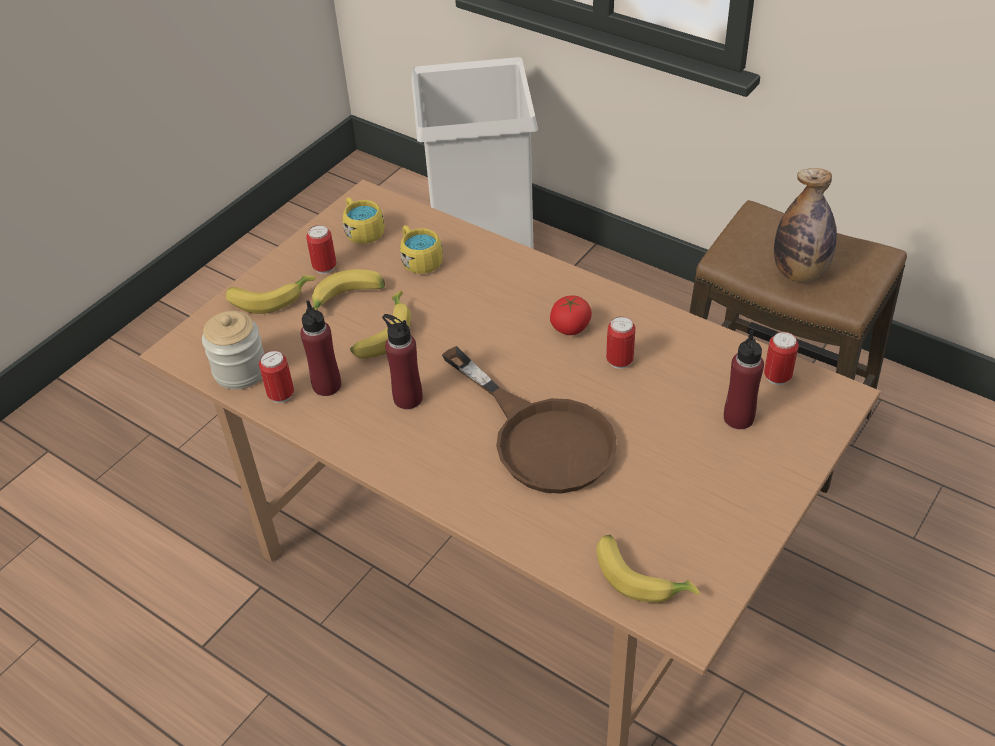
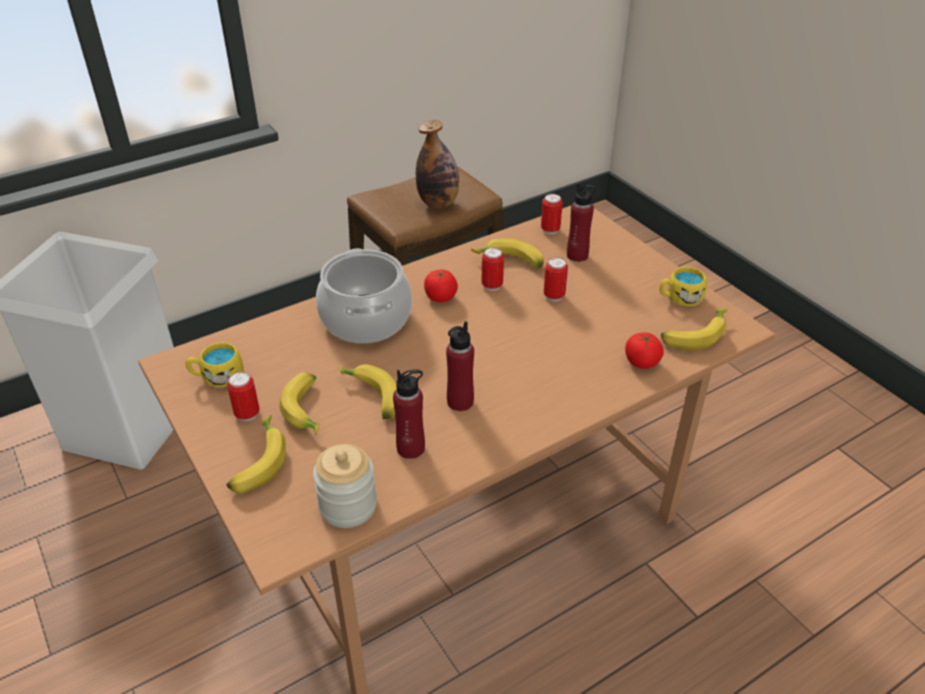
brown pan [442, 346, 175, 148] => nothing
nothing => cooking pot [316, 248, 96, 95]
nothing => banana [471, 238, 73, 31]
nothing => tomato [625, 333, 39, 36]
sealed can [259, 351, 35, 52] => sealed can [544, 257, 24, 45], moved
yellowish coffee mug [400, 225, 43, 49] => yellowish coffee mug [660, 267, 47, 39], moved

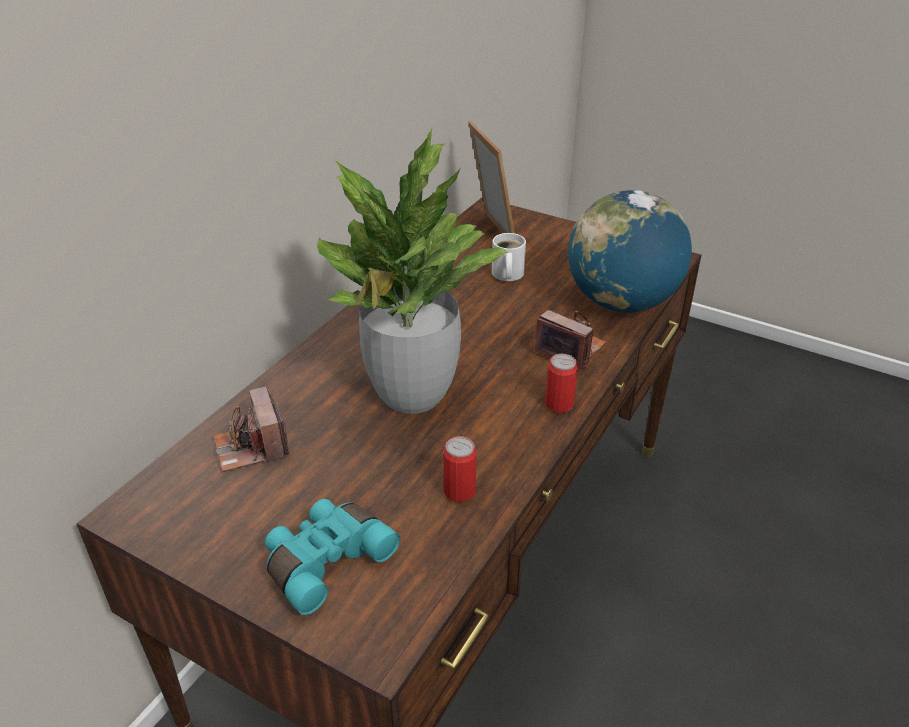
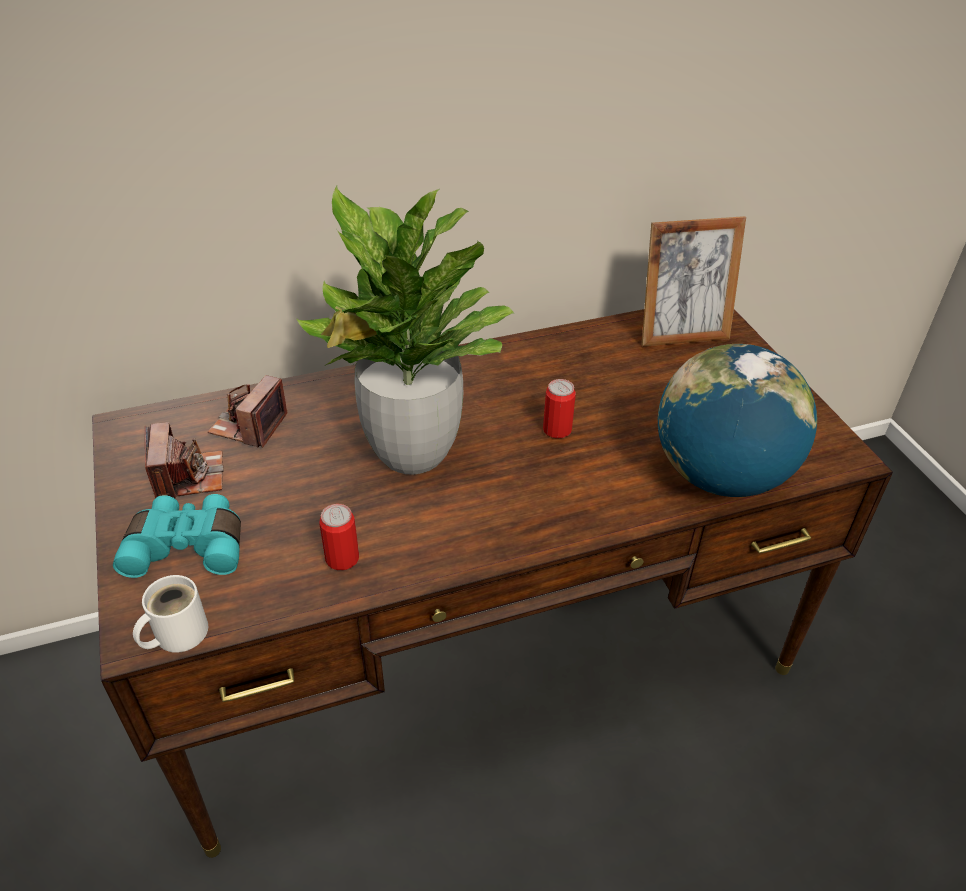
white coffee mug [492, 233, 34, 48] => white coffee mug [133, 575, 75, 78], moved
photo camera [534, 310, 72, 59] => photo camera [145, 422, 79, 76], moved
sealed can [545, 354, 33, 59] => sealed can [543, 379, 33, 60], moved
photo frame [468, 121, 47, 112] => photo frame [642, 216, 104, 131], 60 degrees clockwise

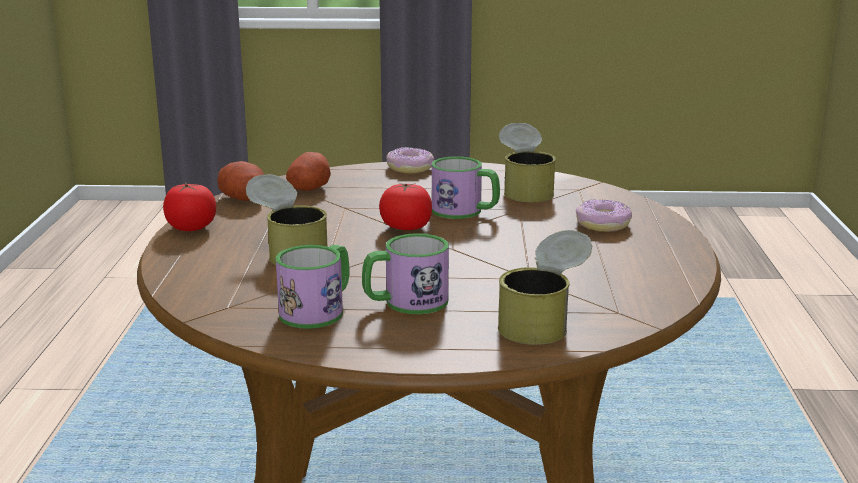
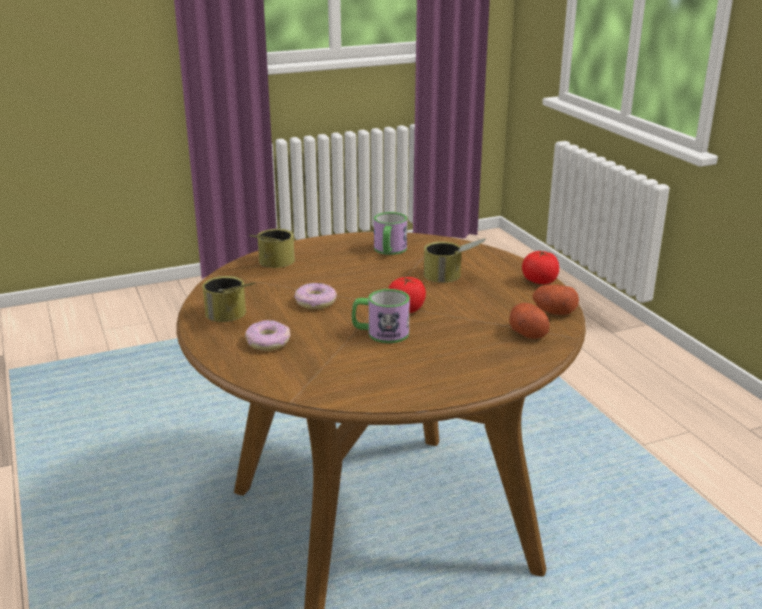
coffee mug [362, 233, 87, 81] => nothing
donut [386, 147, 48, 26] => donut [294, 283, 43, 26], moved
sealed can [499, 123, 57, 79] => sealed can [202, 276, 53, 46], moved

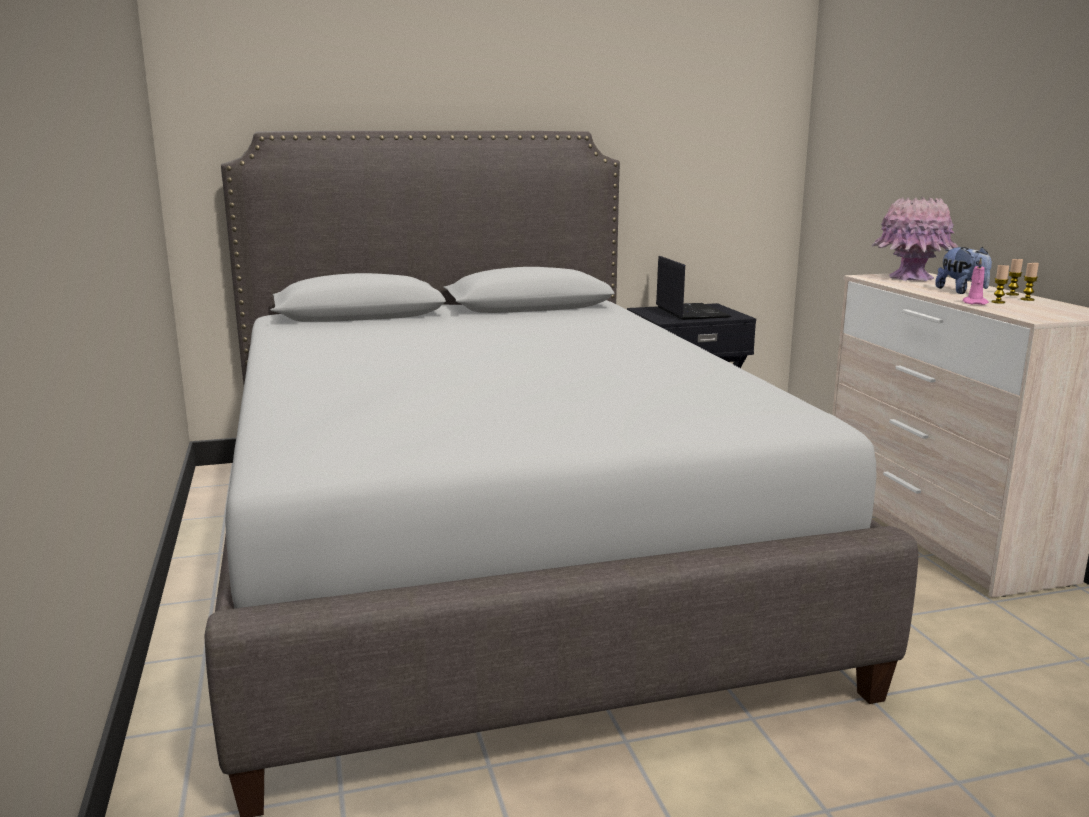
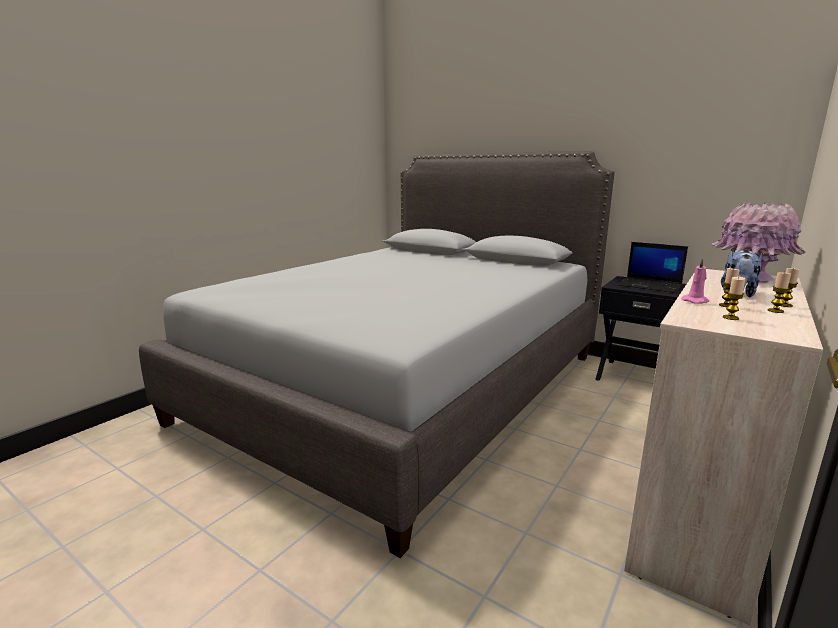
nothing => wax light [723, 277, 23, 43]
laptop [656, 256, 75, 64] => laptop [617, 242, 71, 51], 90 degrees clockwise

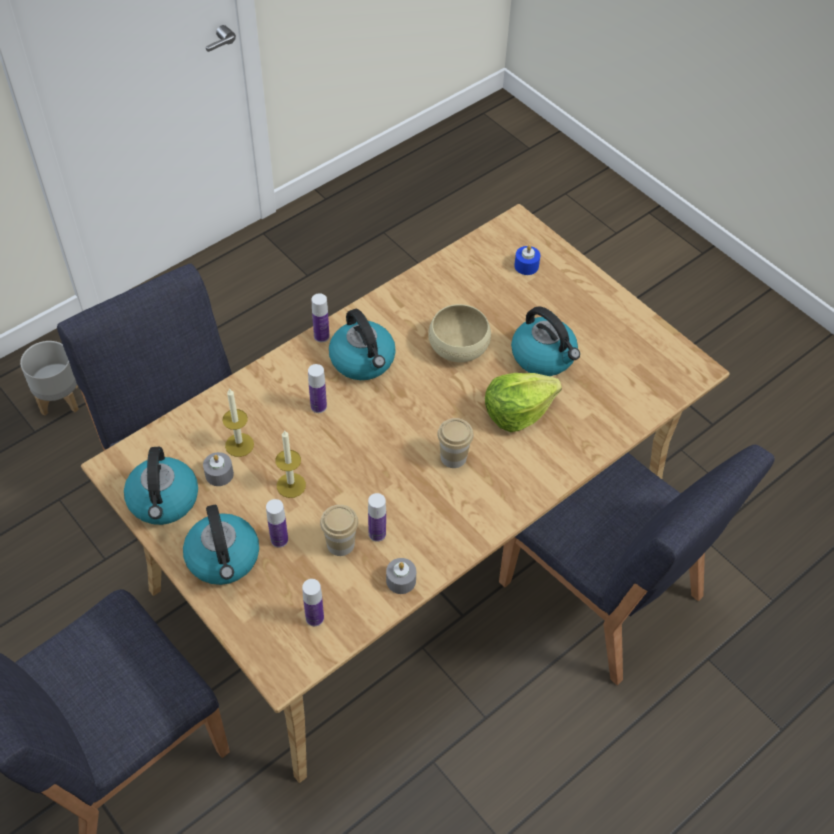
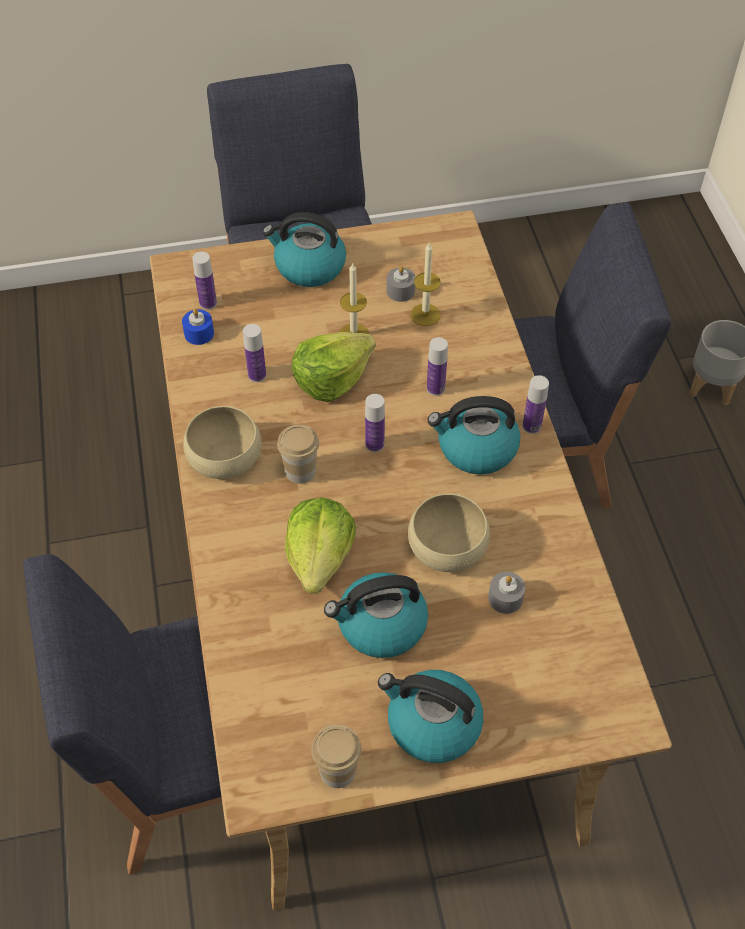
nothing => beige bowl [183, 406, 79, 73]
nothing => lettuce [292, 332, 84, 70]
water kettle [124, 447, 74, 78] => water kettle [378, 670, 105, 93], moved
beverage bottle [266, 499, 22, 49] => beverage bottle [365, 394, 20, 58], moved
small cup [320, 505, 38, 51] => small cup [311, 724, 50, 64], moved
gray wax light [386, 558, 30, 36] => gray wax light [488, 572, 37, 42], moved
bluish wax light [514, 245, 26, 30] => bluish wax light [182, 309, 32, 36], moved

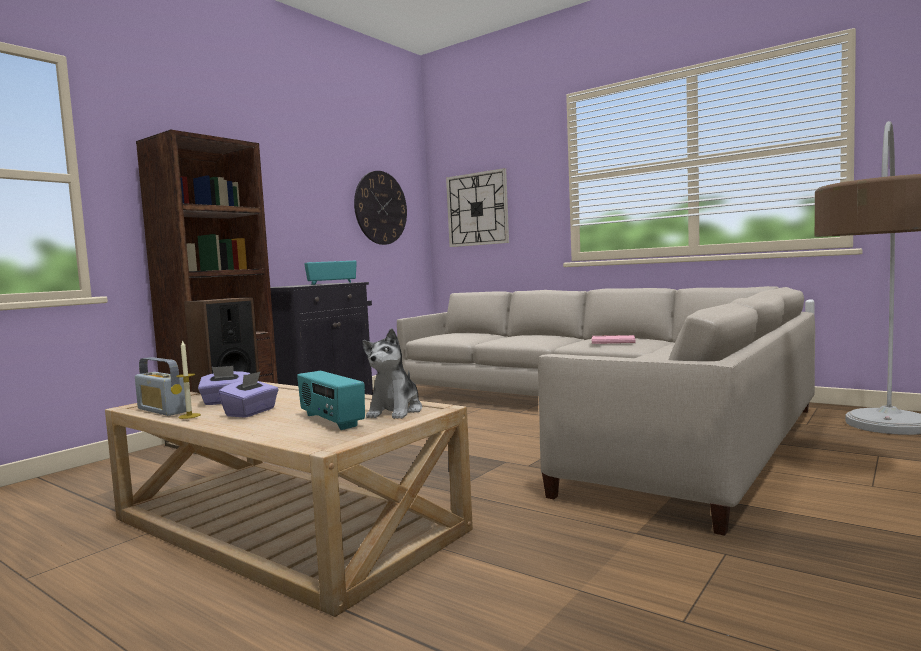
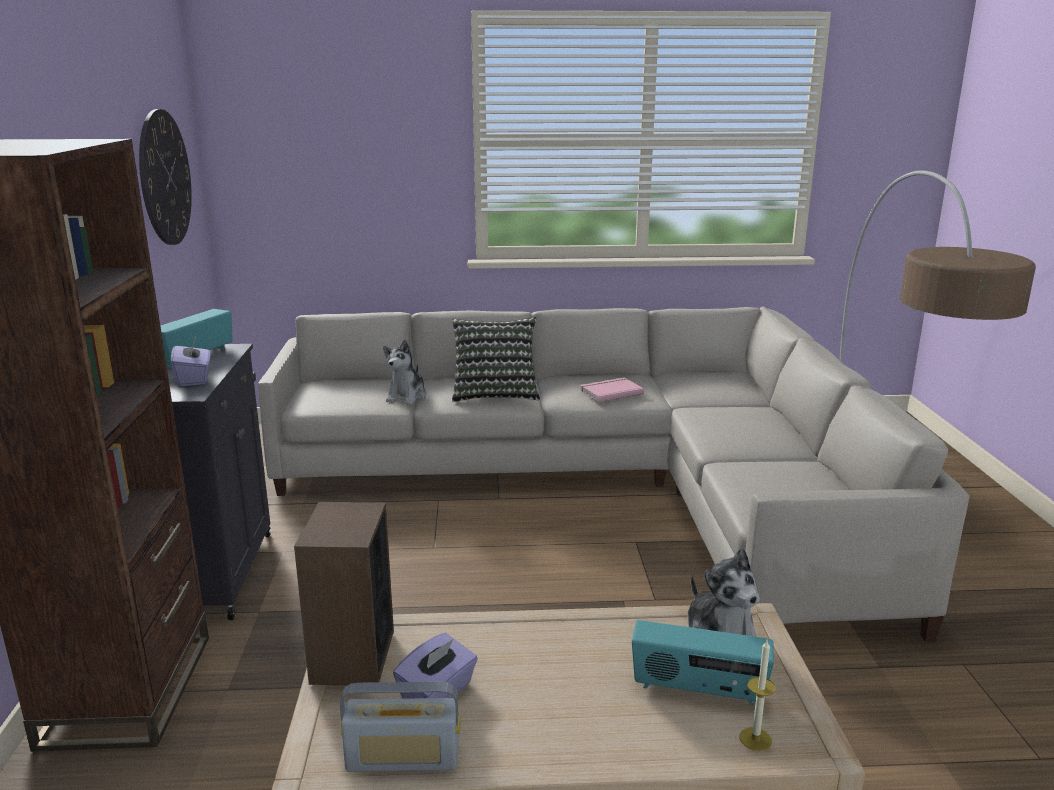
clock on the wall [446, 168, 63, 79] => nothing
nothing => soft toy [383, 340, 43, 65]
nothing => cushion [452, 317, 88, 85]
wax light [176, 340, 25, 79] => wax light [740, 640, 36, 111], moved
purple box of tissues [218, 371, 61, 47] => purple box of tissues [171, 337, 39, 49], moved

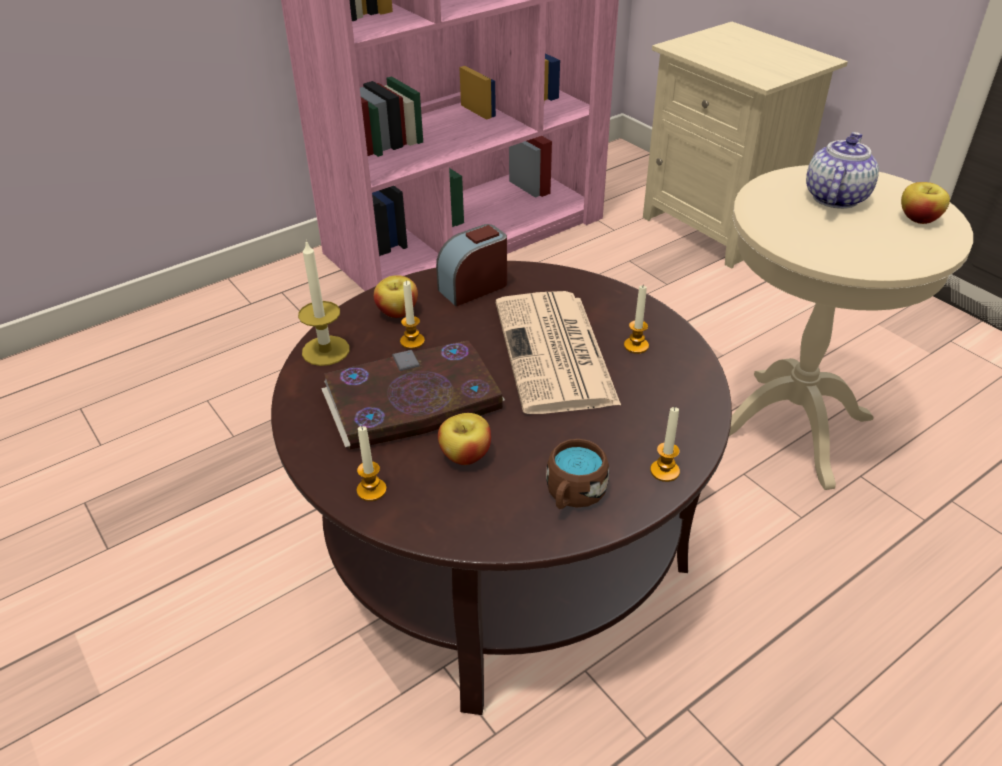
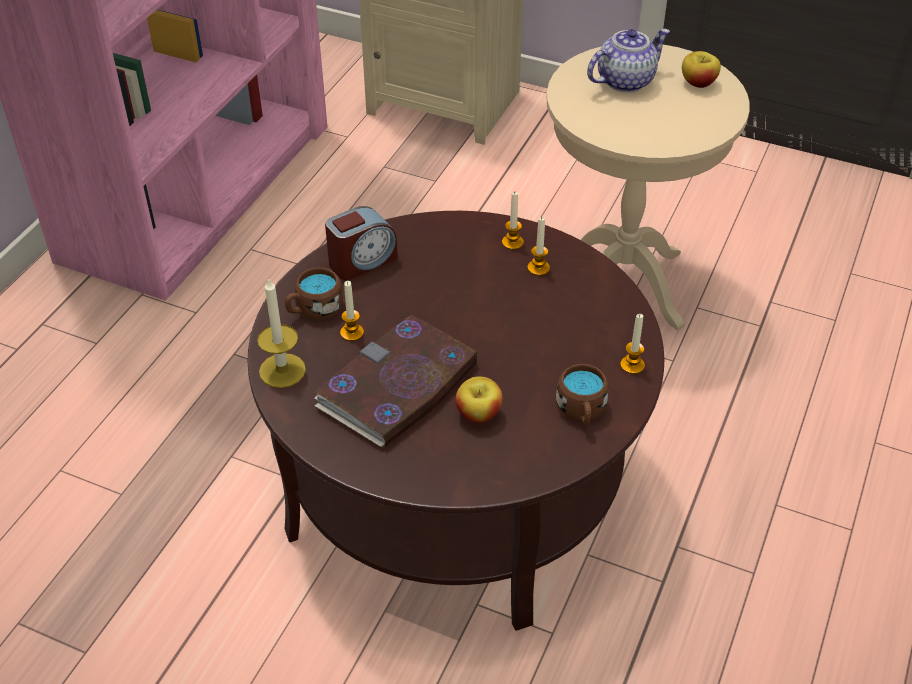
newspaper [496, 291, 125, 123] => nothing
wax light [357, 426, 30, 75] => wax light [502, 192, 22, 58], moved
apple [374, 275, 44, 43] => brown coffee mug [285, 267, 58, 53]
alarm clock [436, 224, 71, 82] => alarm clock [325, 206, 73, 74], 150 degrees counterclockwise
teapot [806, 132, 73, 77] => teapot [587, 29, 83, 63], 60 degrees clockwise

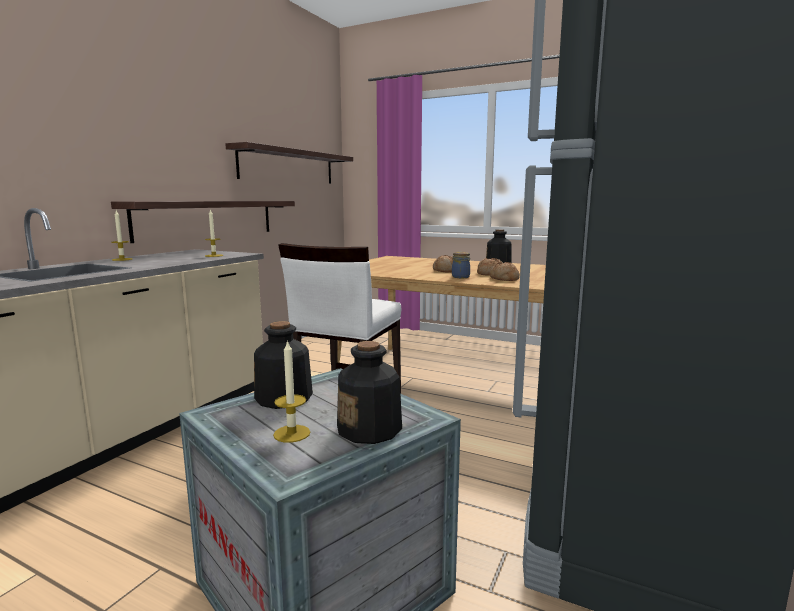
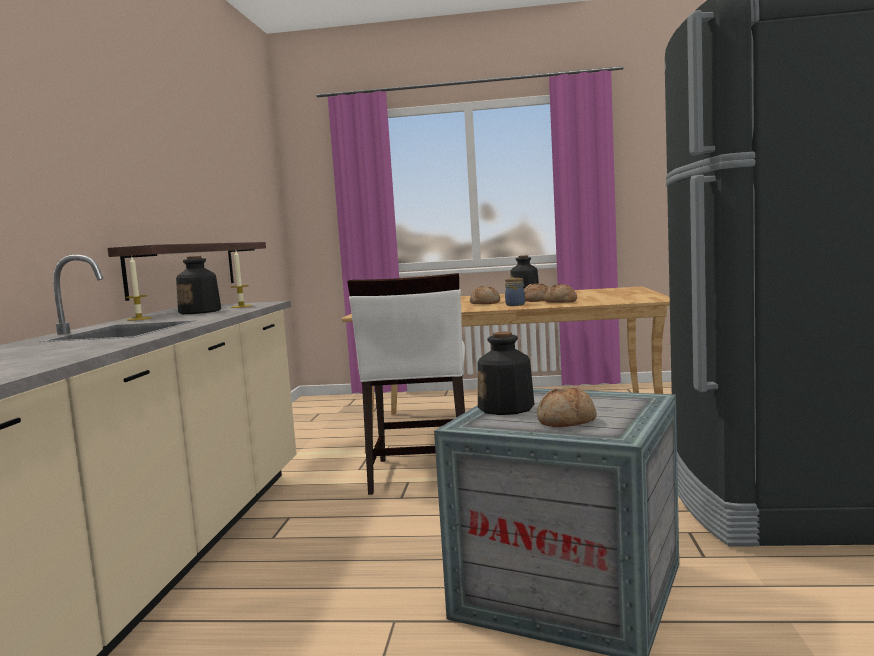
wall shelf [225, 142, 128, 42] => nothing
beverage bottle [337, 341, 65, 103] => beverage bottle [176, 256, 45, 58], moved
wax light [273, 340, 37, 103] => bread [537, 388, 60, 39]

